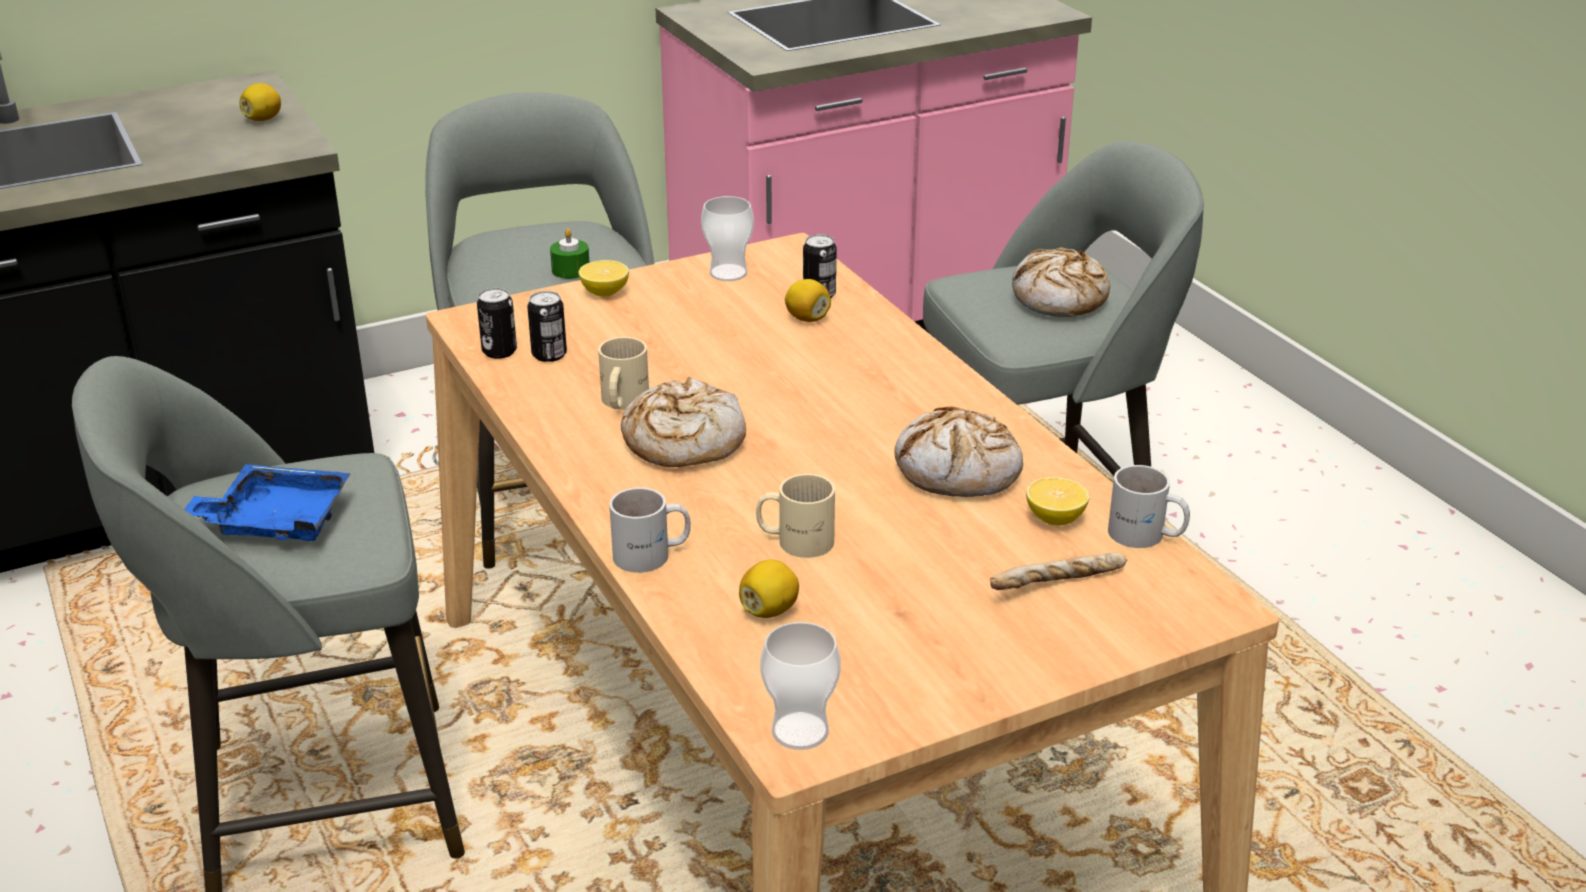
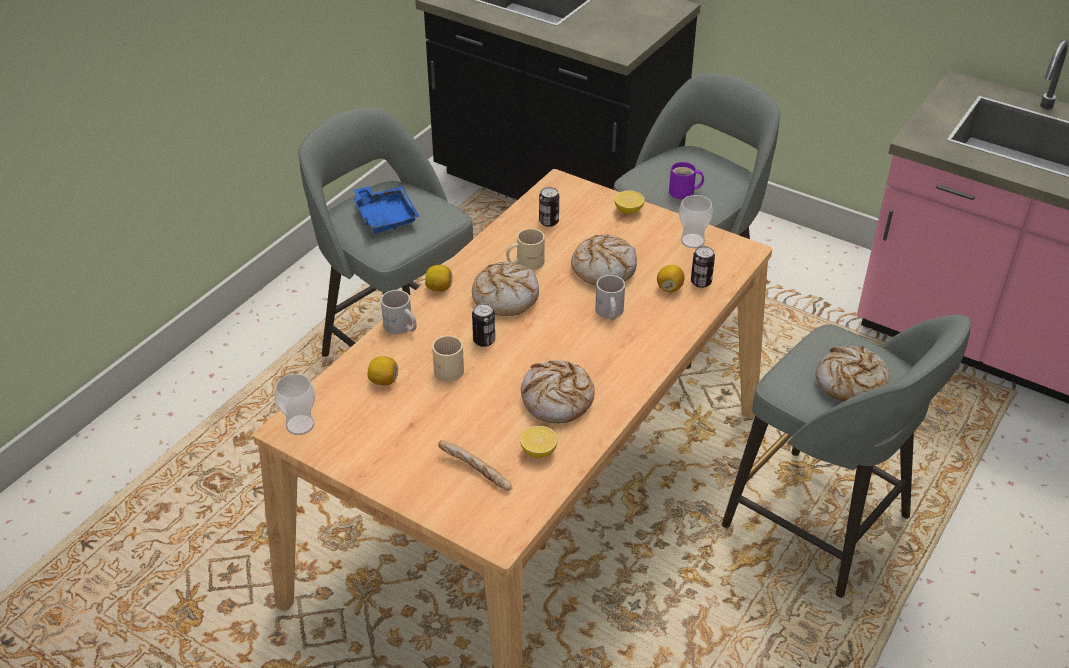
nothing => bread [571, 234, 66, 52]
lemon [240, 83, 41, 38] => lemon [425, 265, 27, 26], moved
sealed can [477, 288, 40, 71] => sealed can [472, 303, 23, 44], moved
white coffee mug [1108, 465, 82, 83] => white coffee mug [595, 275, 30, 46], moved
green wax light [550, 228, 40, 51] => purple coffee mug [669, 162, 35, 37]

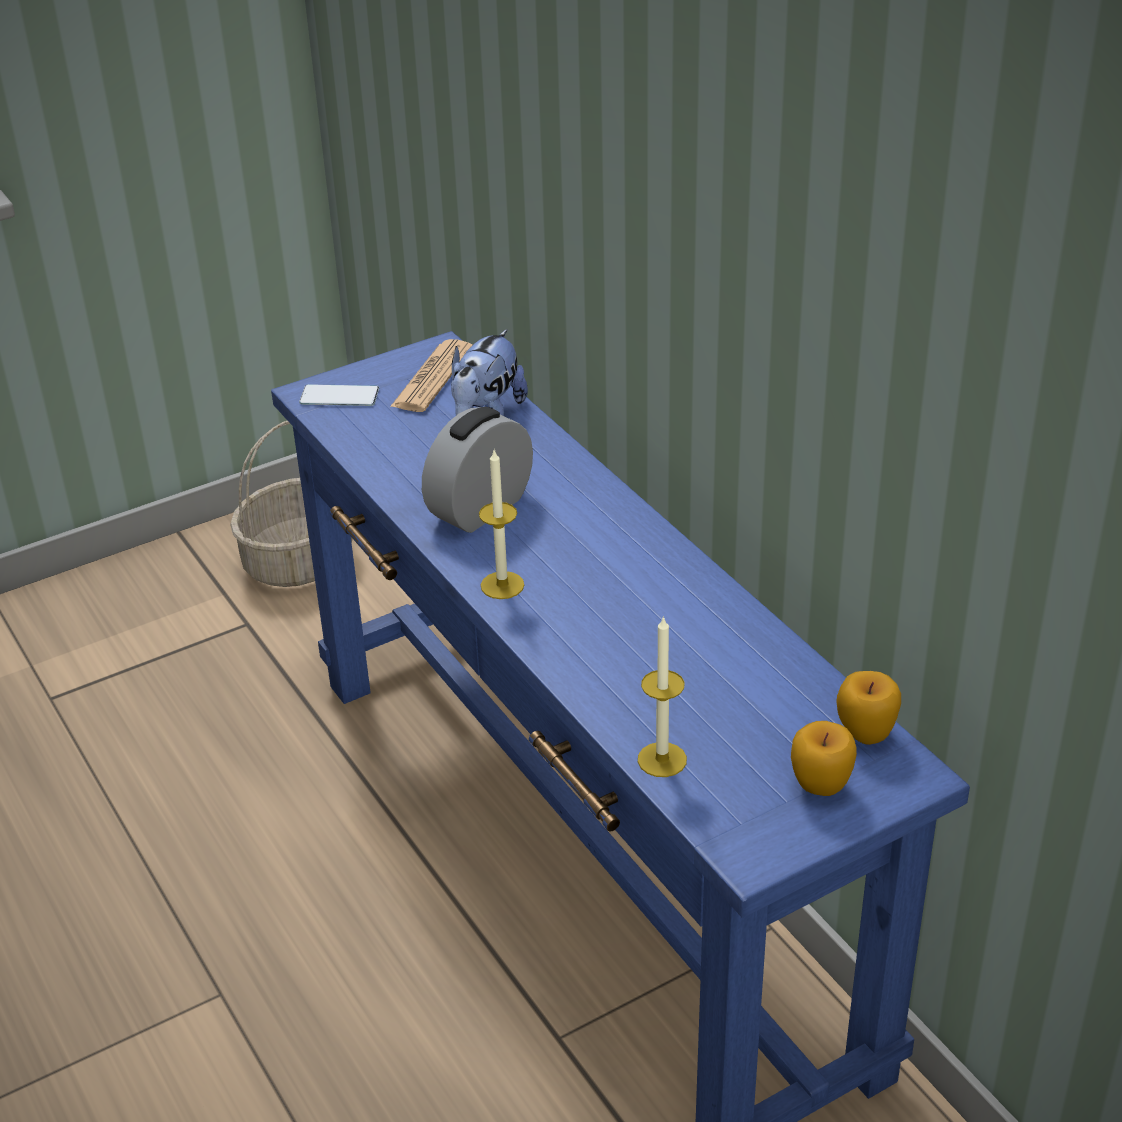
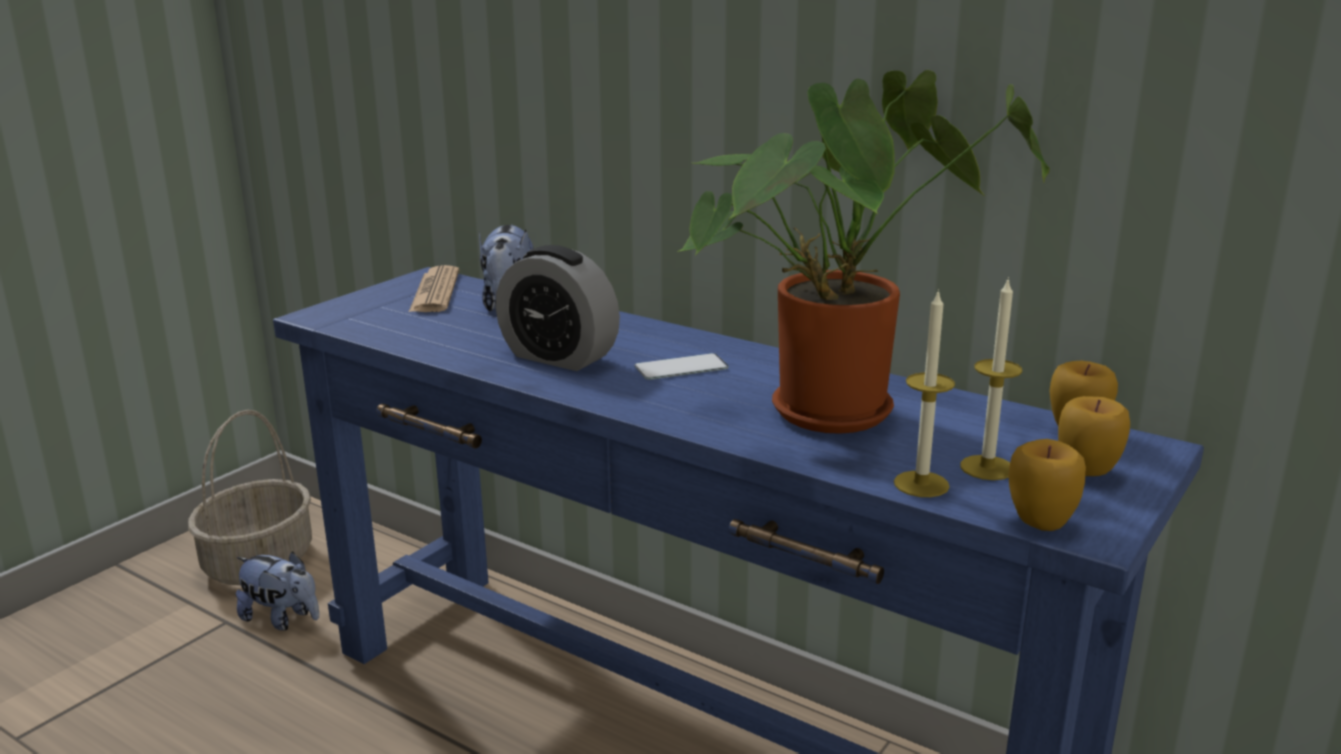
nothing => soft toy [236, 551, 83, 80]
nothing => houseplant [677, 70, 373, 364]
nothing => apple [1008, 439, 78, 92]
phone [299, 384, 80, 22] => phone [634, 353, 95, 27], moved
wax light [479, 450, 45, 149] => wax light [960, 277, 62, 203], moved
alarm clock [422, 407, 111, 126] => alarm clock [496, 245, 124, 126], 75 degrees counterclockwise

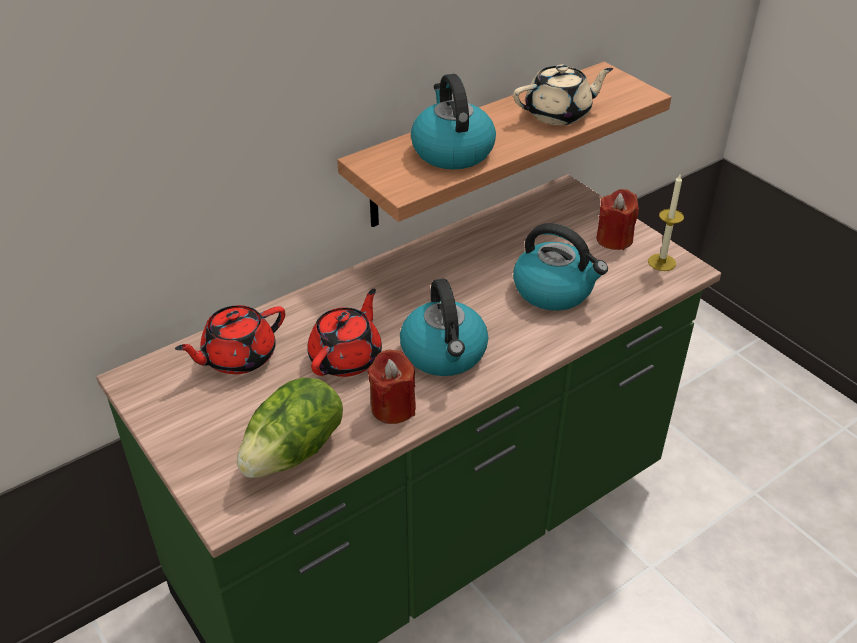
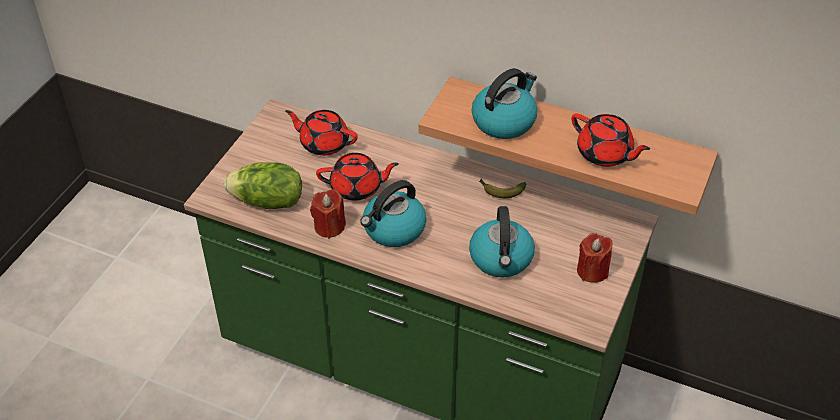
wax light [648, 175, 36, 96] => nothing
nothing => banana [479, 178, 47, 20]
beige teapot [513, 65, 100, 60] => red teapot [572, 113, 78, 54]

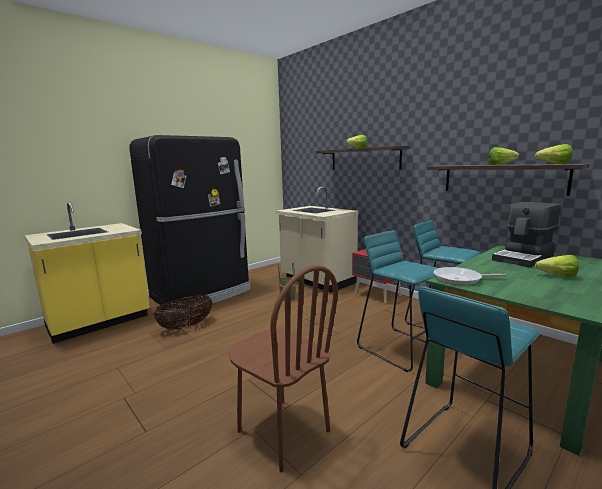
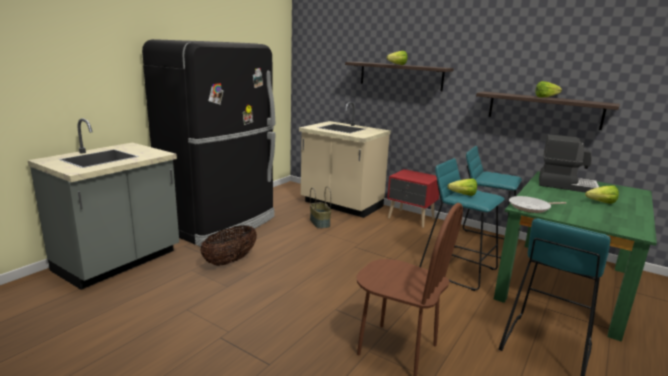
lettuce [535, 144, 38, 20] => lettuce [448, 179, 29, 17], moved
yellowish counter [24, 202, 126, 142] => gray counter [27, 118, 152, 172]
coffee maker [492, 201, 69, 67] => coffee maker [539, 134, 60, 59], 105 degrees counterclockwise

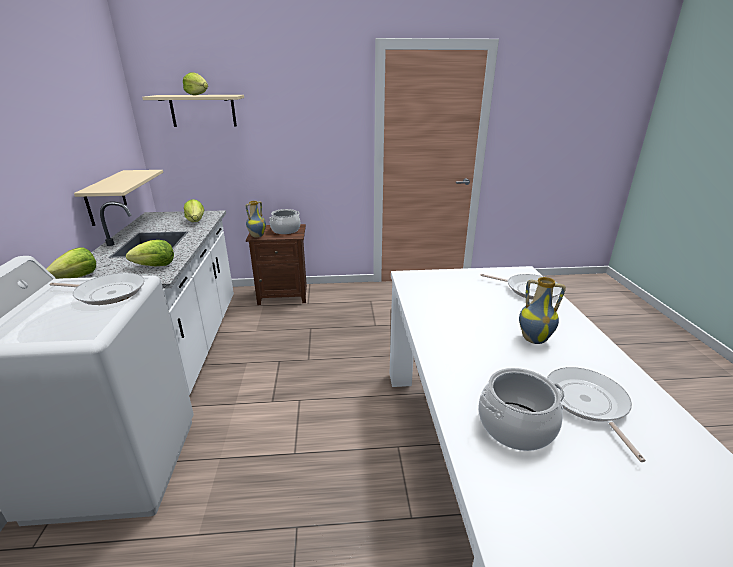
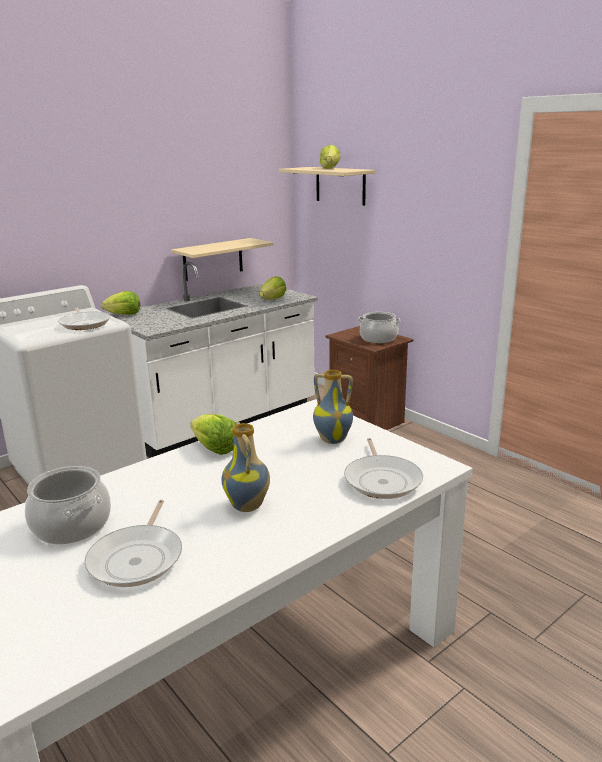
lettuce [126, 240, 48, 26] => lettuce [190, 414, 46, 41], moved
decorative vase [246, 201, 20, 37] => decorative vase [313, 370, 40, 74], moved
pan [547, 367, 99, 95] => pan [84, 500, 98, 87], 135 degrees clockwise

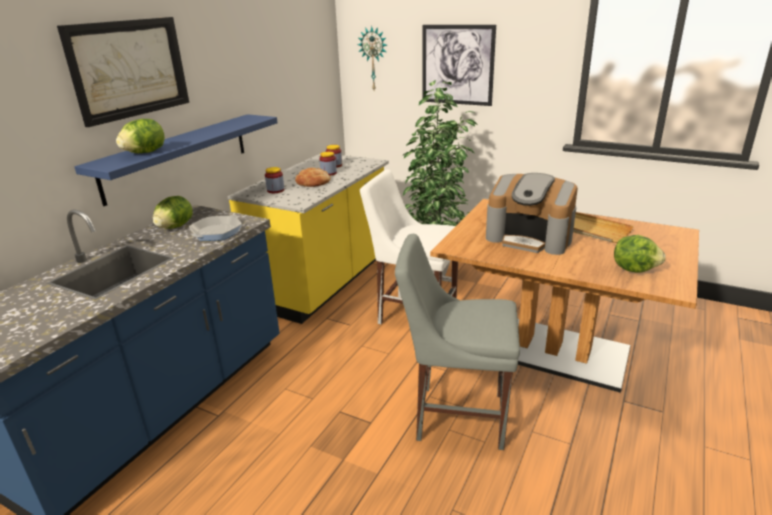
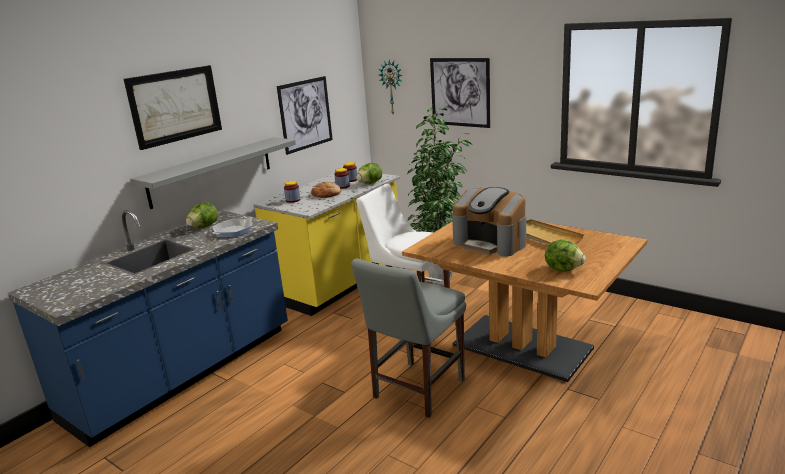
nothing => wall picture [277, 76, 56, 79]
lettuce [116, 119, 49, 34] => lettuce [357, 163, 25, 21], moved
bluish wall shelf [74, 114, 204, 92] => gray wall shelf [130, 137, 166, 72]
gray plain chair [395, 234, 125, 216] => gray plain chair [351, 258, 115, 160], 75 degrees counterclockwise

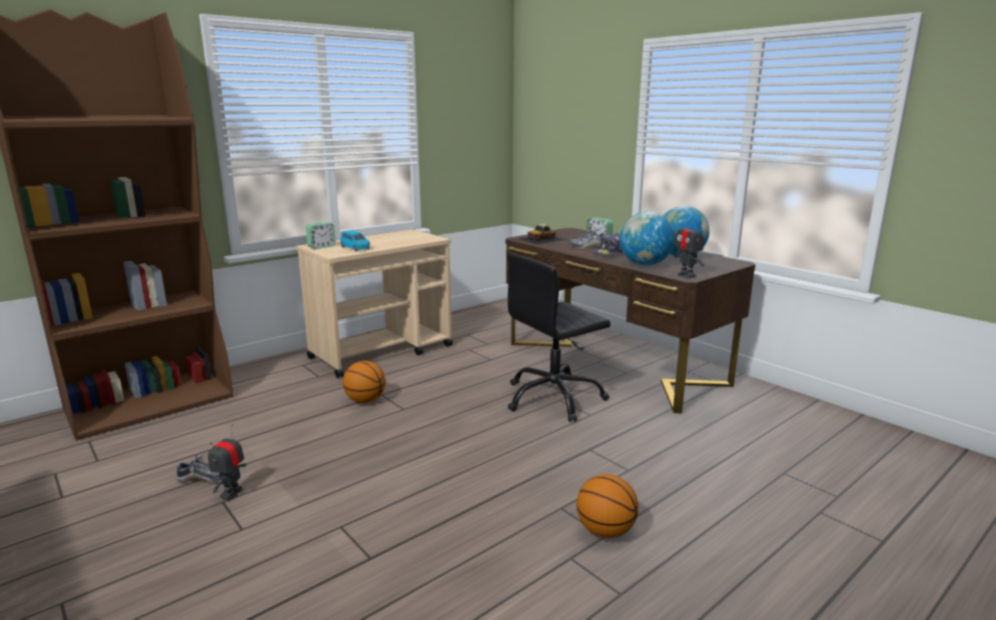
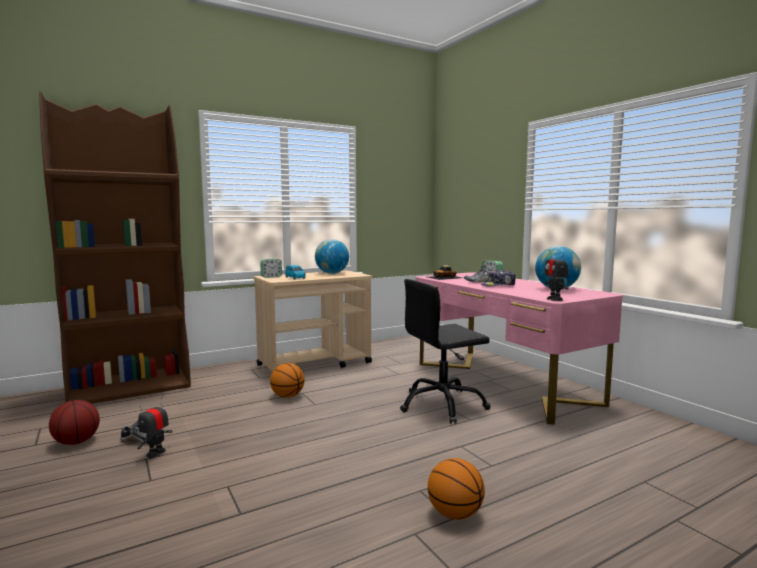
nothing => basketball [49, 400, 51, 45]
desk globe [620, 211, 55, 55] => desk globe [315, 239, 34, 35], moved
brown desk unit [505, 228, 250, 186] => pink-coloured desk unit [416, 272, 207, 153]

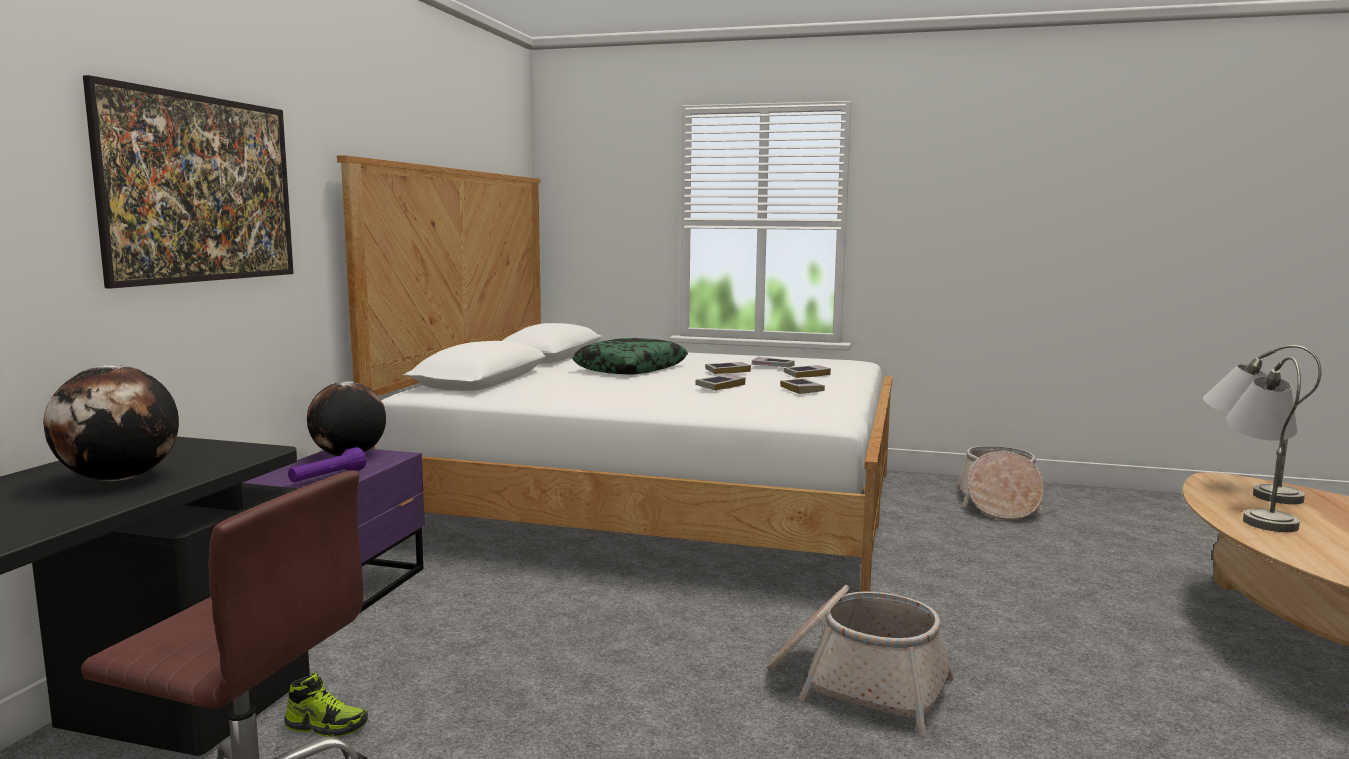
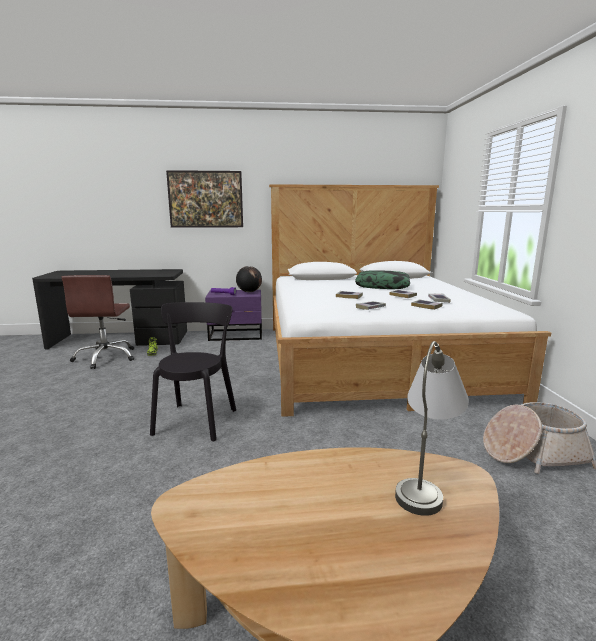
desk globe [43, 365, 136, 116] => nothing
gray tabletop lamp [1226, 357, 75, 175] => nothing
storage basket [767, 585, 188, 150] => black-coloured plain chair [150, 302, 86, 139]

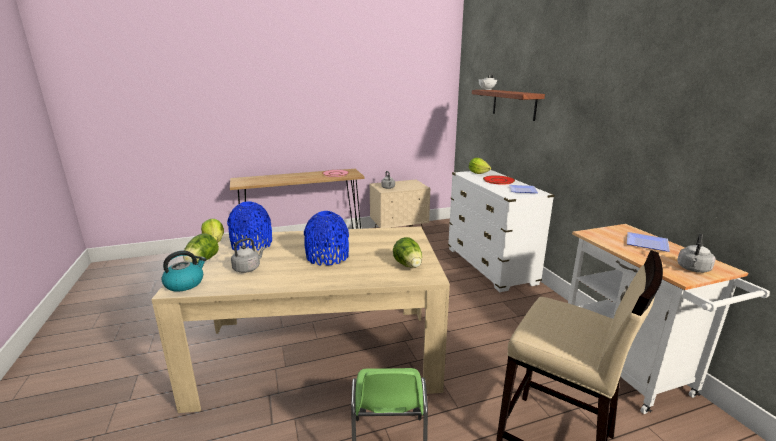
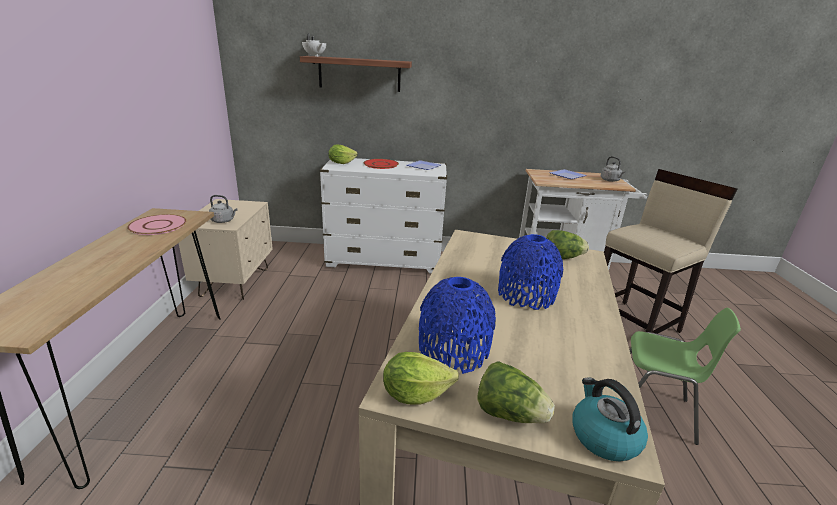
gray water kettle [231, 238, 34, 35] => nothing

